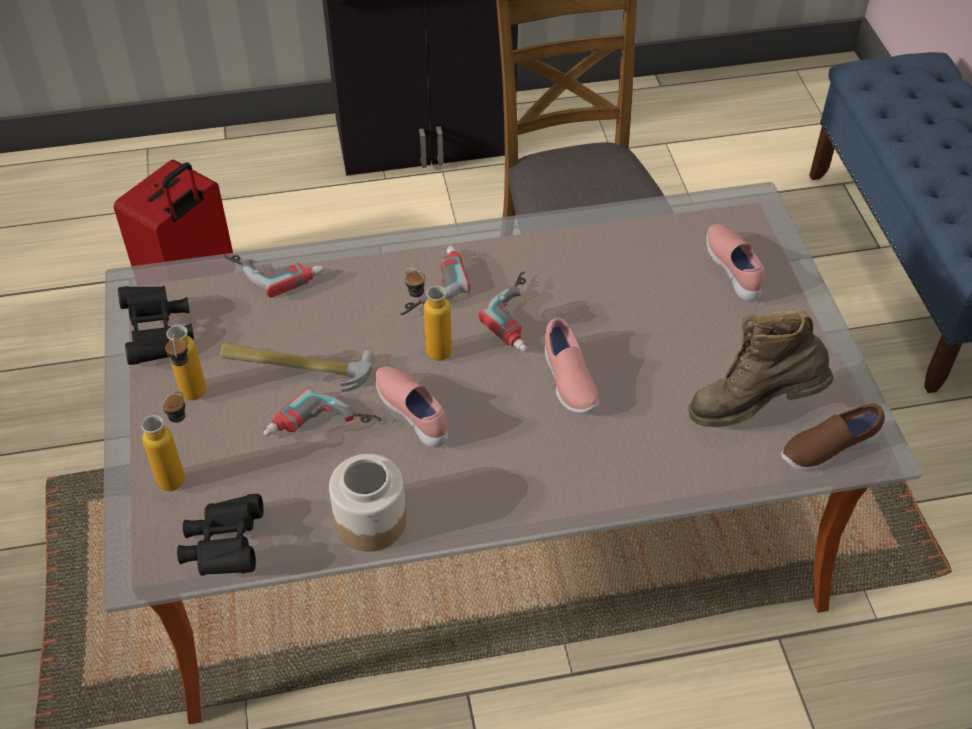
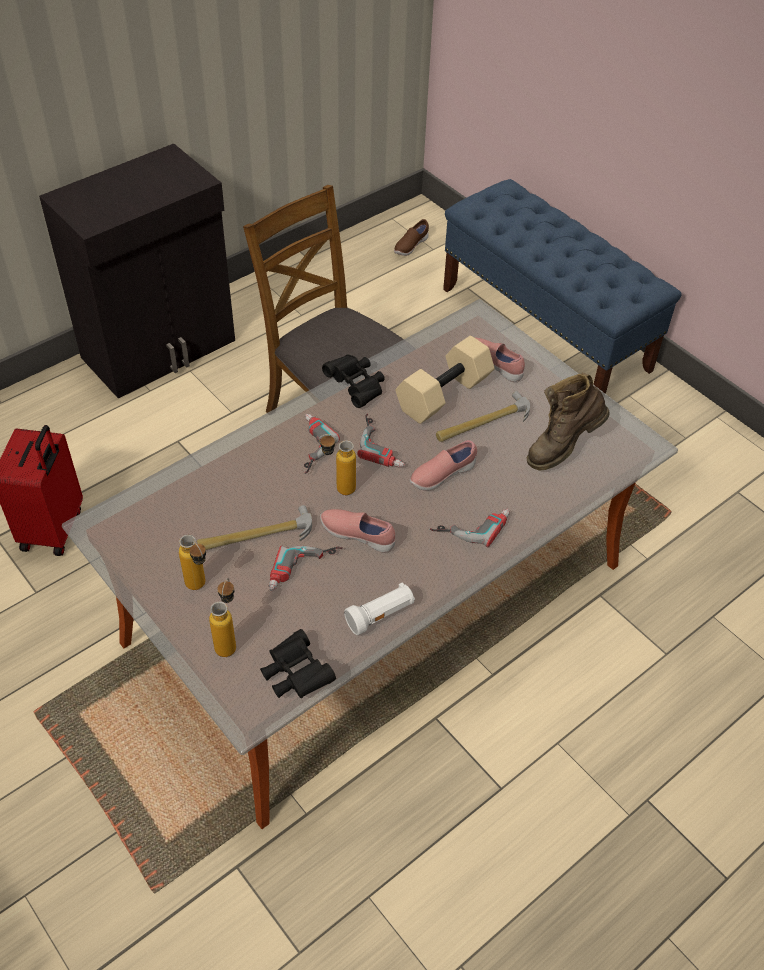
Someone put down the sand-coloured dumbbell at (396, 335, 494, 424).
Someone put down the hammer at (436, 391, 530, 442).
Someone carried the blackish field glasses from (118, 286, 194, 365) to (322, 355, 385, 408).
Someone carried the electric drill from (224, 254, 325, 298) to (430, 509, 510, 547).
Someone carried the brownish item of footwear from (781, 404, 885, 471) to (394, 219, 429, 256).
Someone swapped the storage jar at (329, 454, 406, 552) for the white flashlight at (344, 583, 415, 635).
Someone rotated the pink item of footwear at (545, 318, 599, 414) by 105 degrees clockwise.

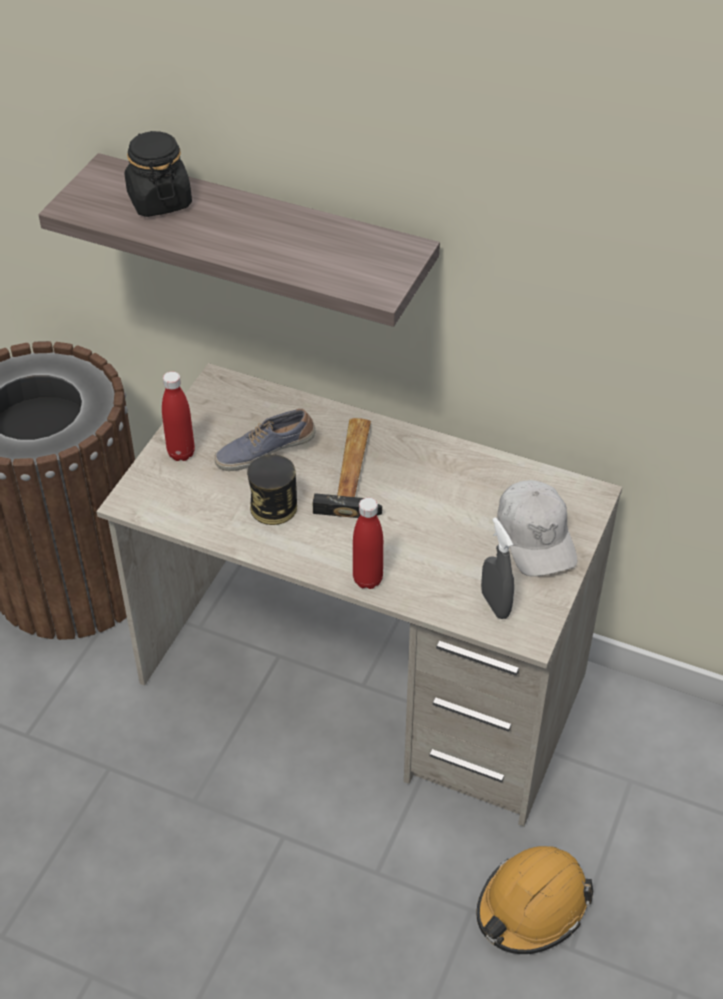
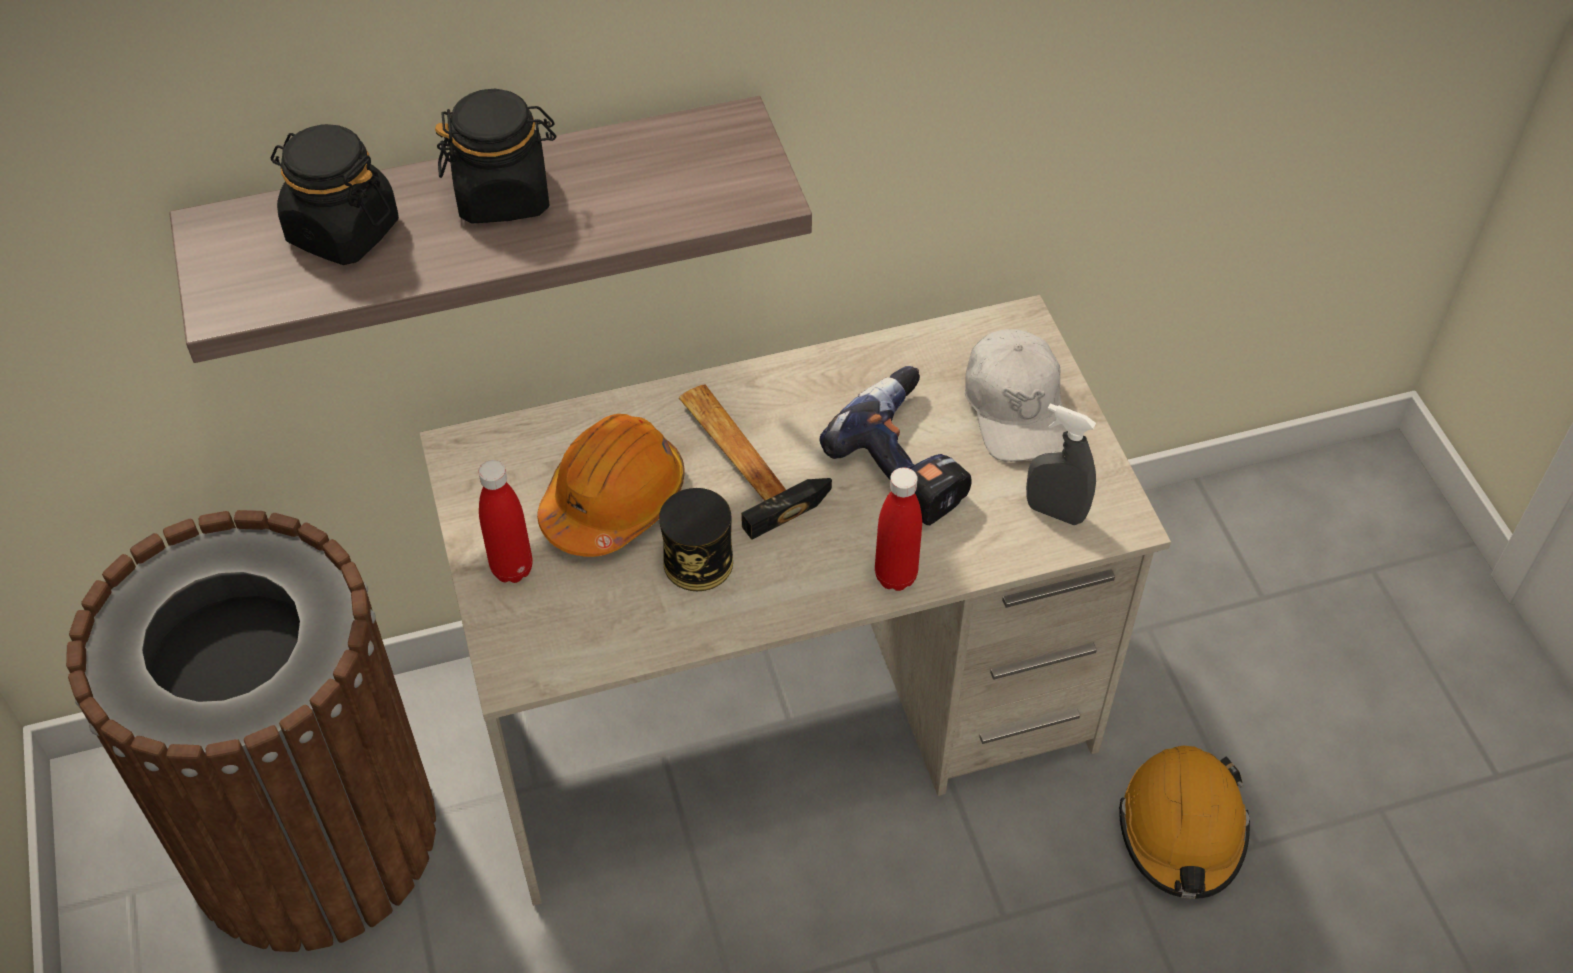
Someone put down the blackish storage jar at (435, 89, 556, 224).
Someone put down the electric drill at (819, 366, 972, 525).
Someone swapped the item of footwear at (214, 409, 316, 471) for the orange work helmet at (537, 414, 684, 557).
Someone rotated the white cap at (497, 480, 577, 577) by 45 degrees clockwise.

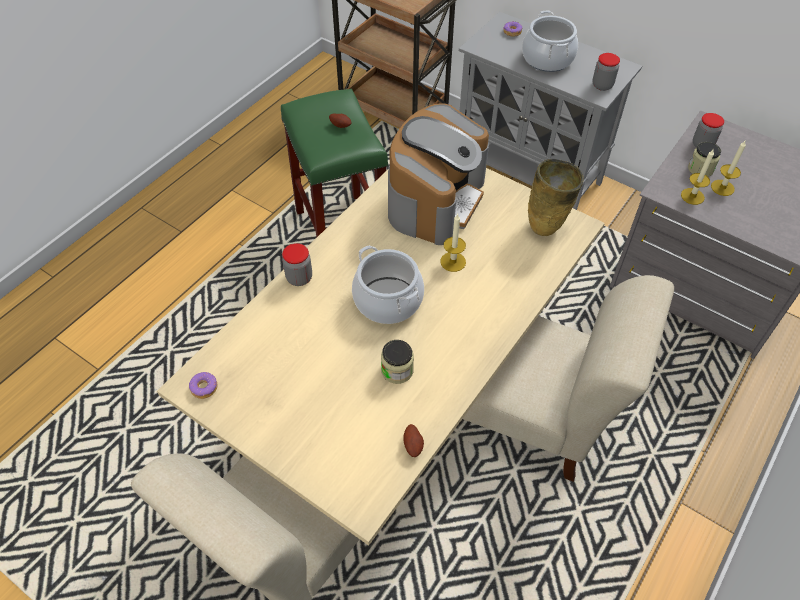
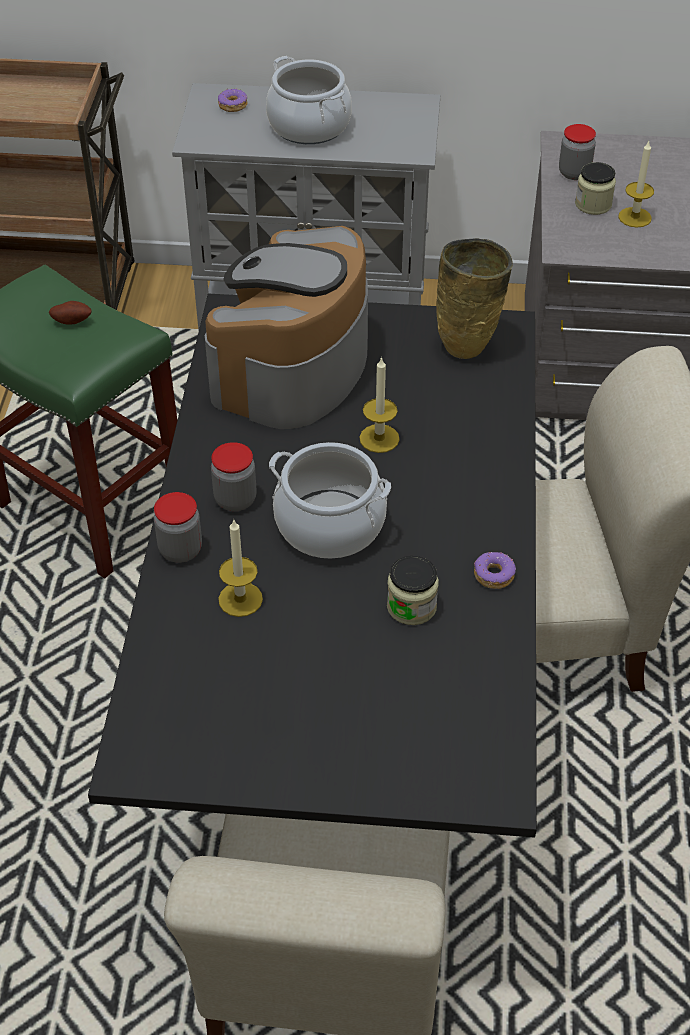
Someone took away the spud at (403, 424, 424, 457).
Someone carried the ring doughnut from (189, 372, 218, 399) to (474, 552, 516, 589).
Someone carried the storage jar from (592, 53, 620, 91) to (211, 442, 257, 511).
Someone carried the wax candle from (681, 150, 714, 205) to (218, 520, 263, 617).
Someone repainted the sand-coloured dinner table at (157, 168, 605, 546), which became the blackish dinner table at (88, 293, 537, 838).
Someone rotated the coffee machine at (388, 104, 489, 245) by 150 degrees counterclockwise.

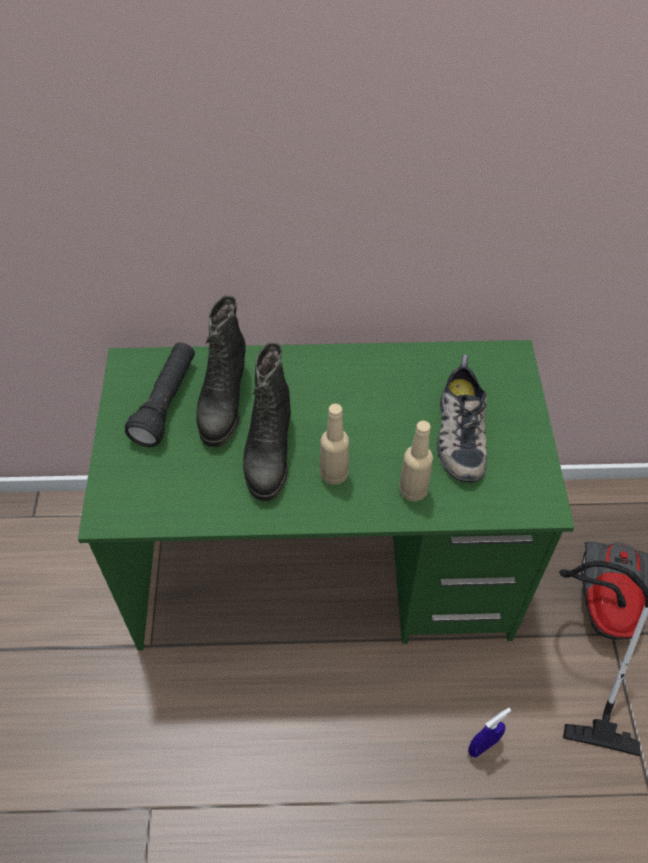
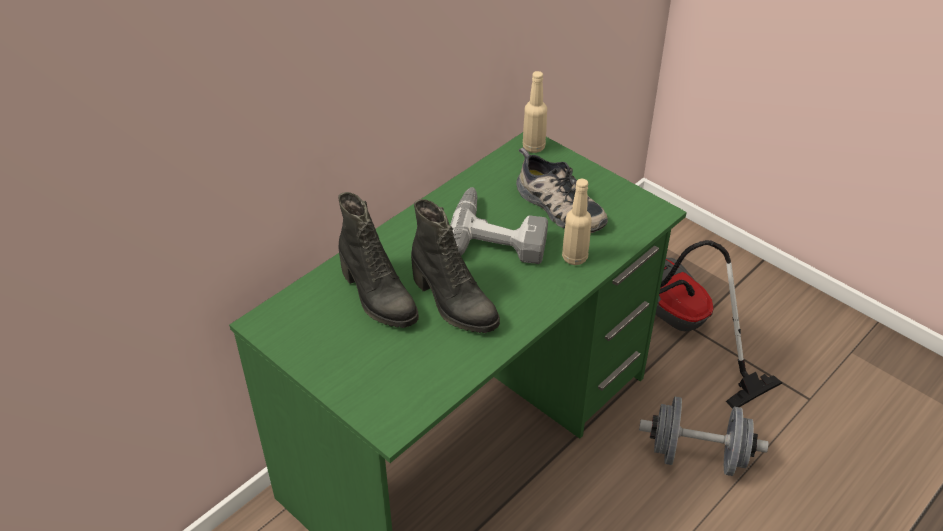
Someone took away the blackish flashlight at (125, 342, 195, 447).
Someone put down the electric drill at (450, 187, 548, 264).
Someone carried the sand-coloured beverage bottle from (320, 404, 349, 485) to (523, 71, 547, 153).
Someone swapped the blue-coloured sprayer at (468, 708, 511, 758) for the gray dumbbell at (639, 397, 768, 476).

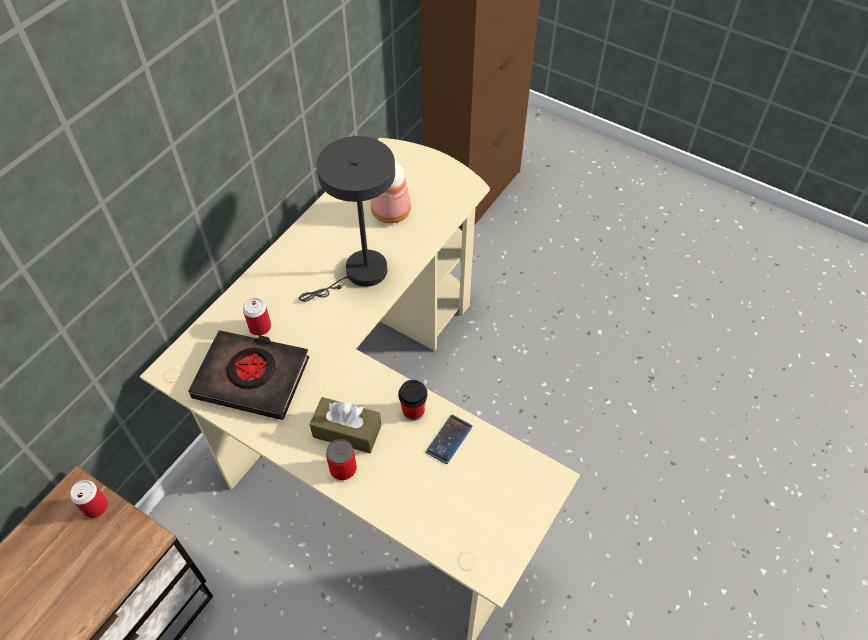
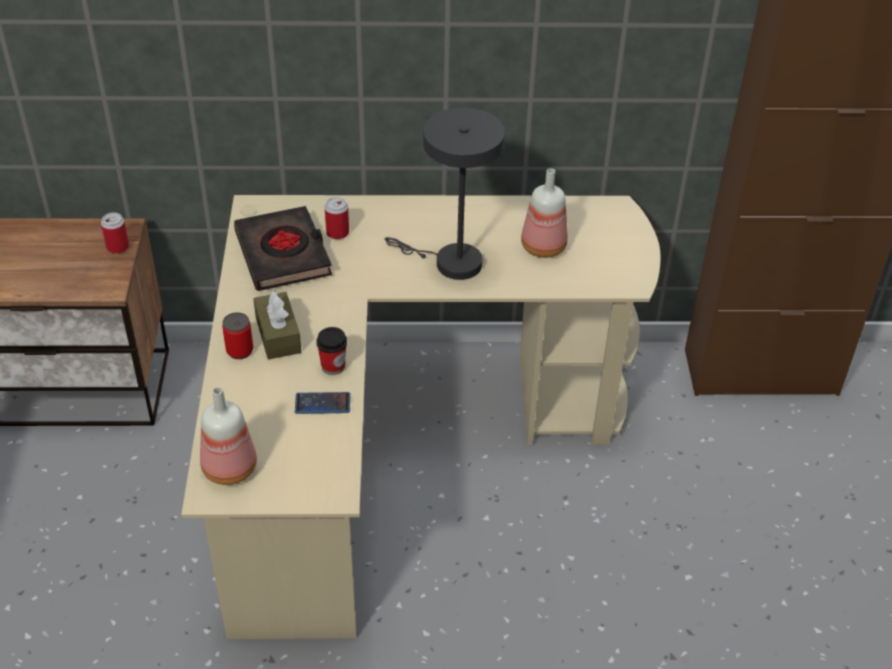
Someone put down the beverage bottle at (200, 387, 257, 485).

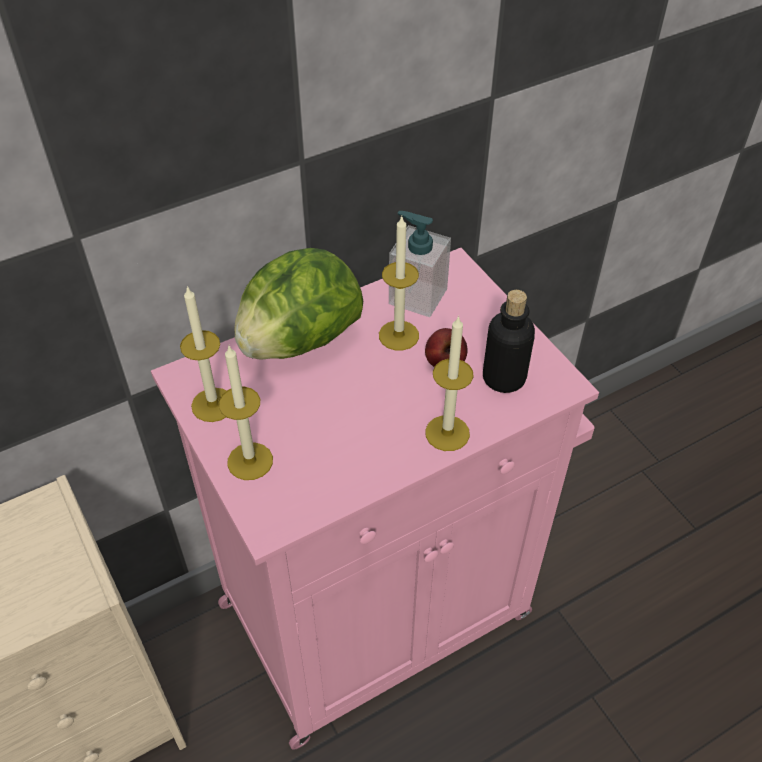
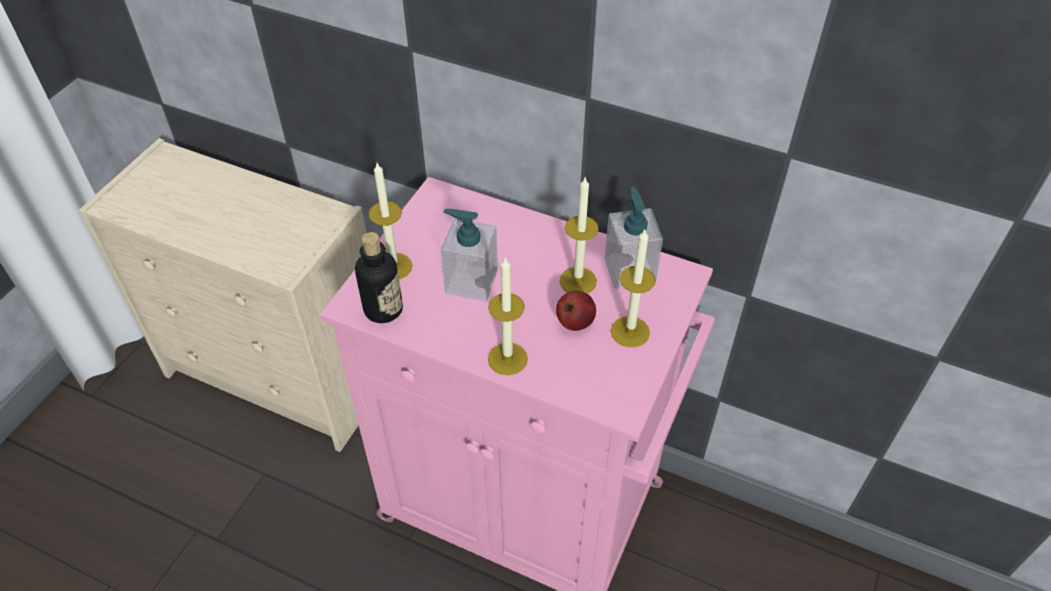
Someone took away the lettuce at (235, 248, 363, 360).
Someone put down the soap bottle at (441, 209, 498, 301).
Someone carried the wax candle from (180, 286, 227, 422) to (611, 230, 656, 347).
Someone carried the beverage bottle from (483, 290, 535, 393) to (355, 232, 403, 323).

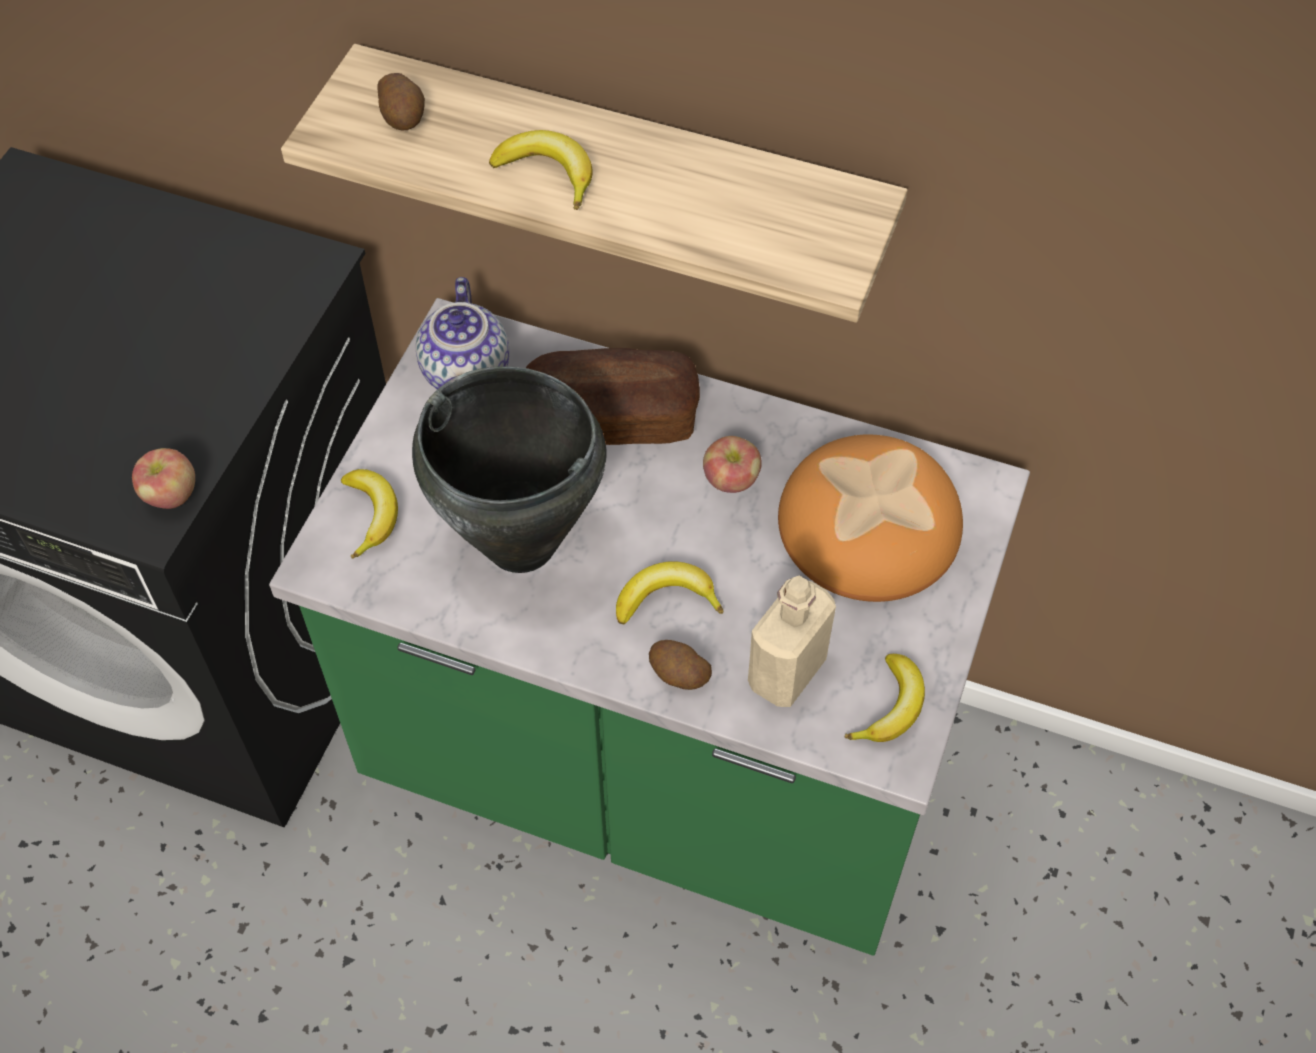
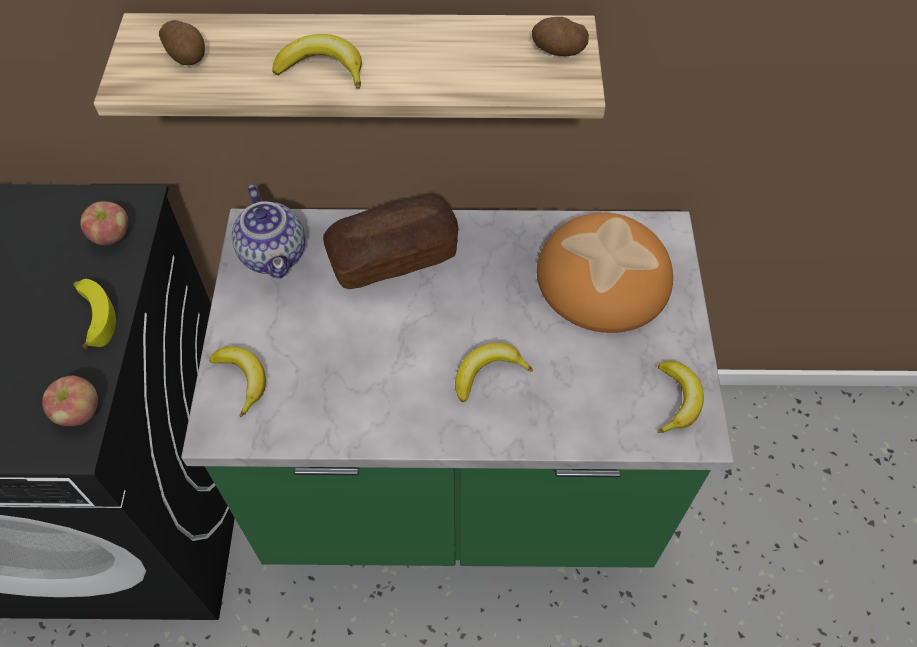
Someone took away the blackish cooking pot at (412, 366, 607, 573).
Someone took away the sand-coloured beverage bottle at (748, 576, 836, 707).
Someone put down the banana fruit at (74, 279, 116, 349).
Someone carried the spud from (649, 640, 712, 690) to (532, 17, 589, 56).
Someone carried the whole apple from (703, 436, 762, 493) to (80, 201, 129, 245).

